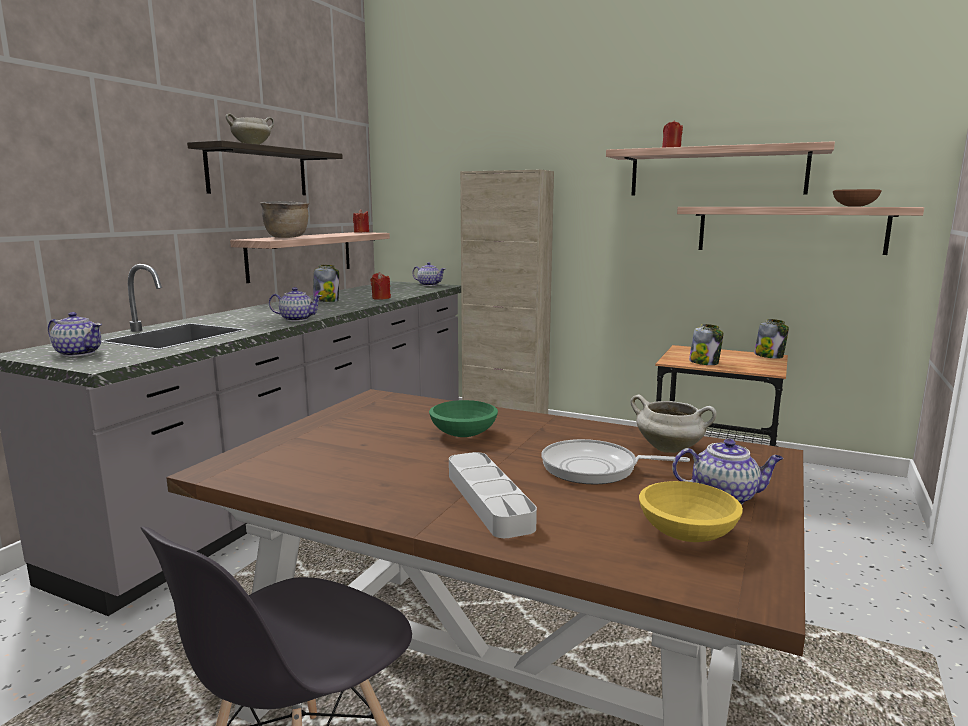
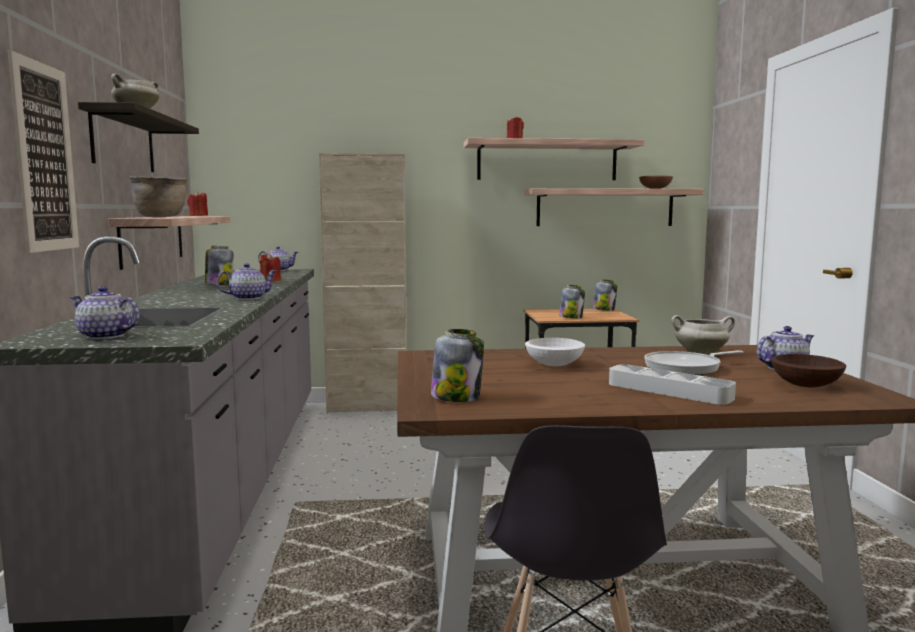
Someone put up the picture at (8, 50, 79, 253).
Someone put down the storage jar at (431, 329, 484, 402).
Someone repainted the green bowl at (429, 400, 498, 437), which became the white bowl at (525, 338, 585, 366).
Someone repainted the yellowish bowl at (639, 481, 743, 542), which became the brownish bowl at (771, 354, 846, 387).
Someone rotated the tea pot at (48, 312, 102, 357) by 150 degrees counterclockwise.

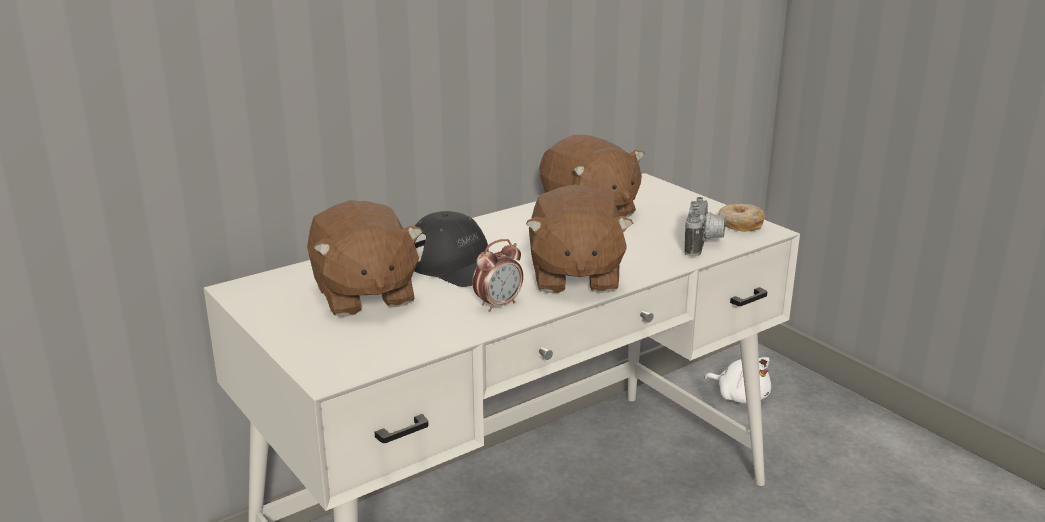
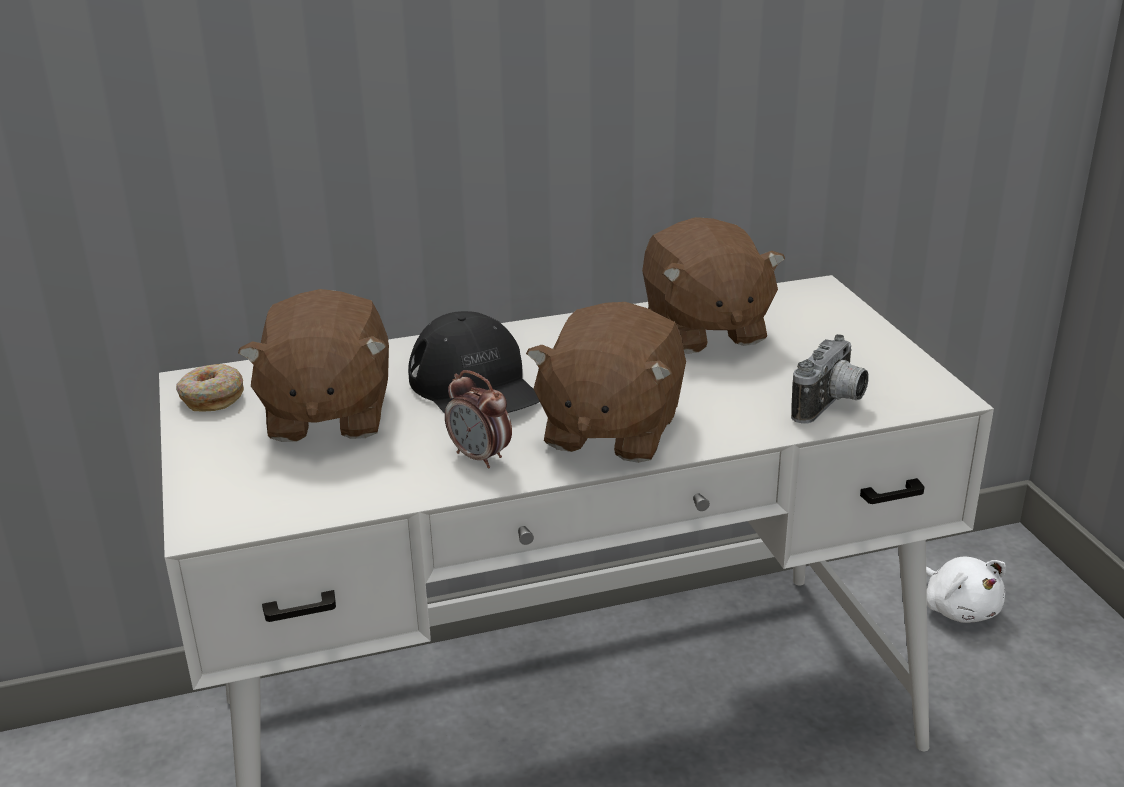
Someone carried the ring doughnut from (718, 204, 766, 232) to (176, 364, 244, 412).
Someone rotated the bedside clock at (472, 239, 523, 312) by 60 degrees clockwise.

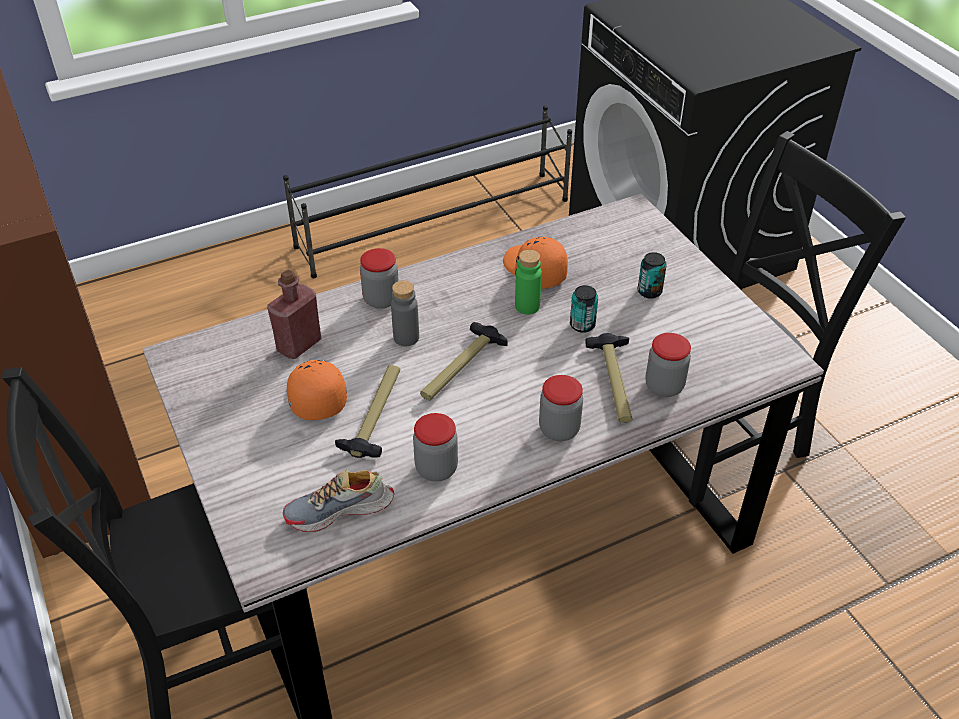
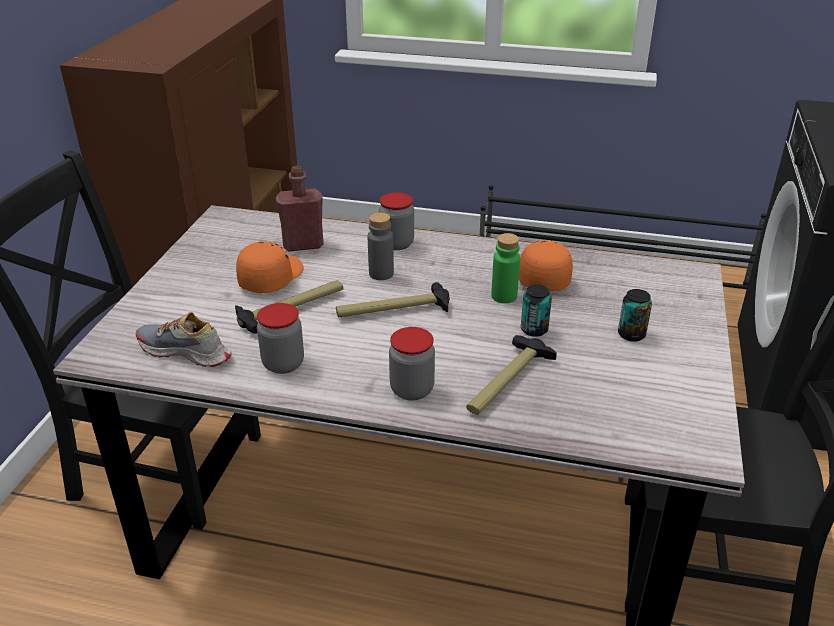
Someone took away the storage jar at (645, 333, 691, 397).

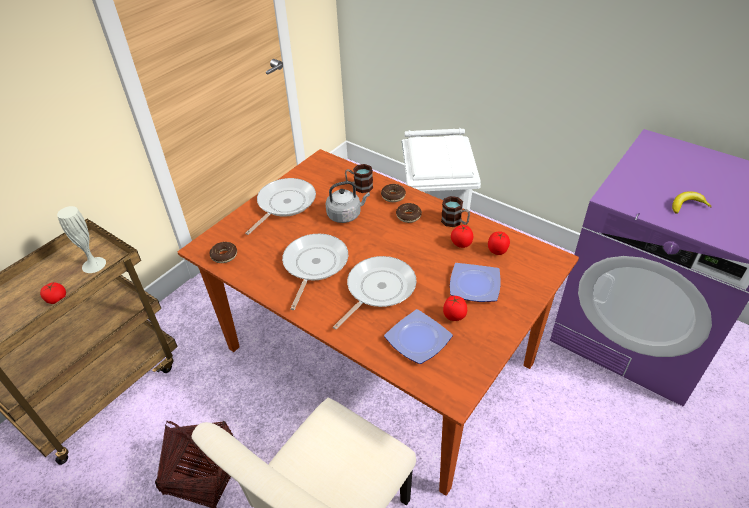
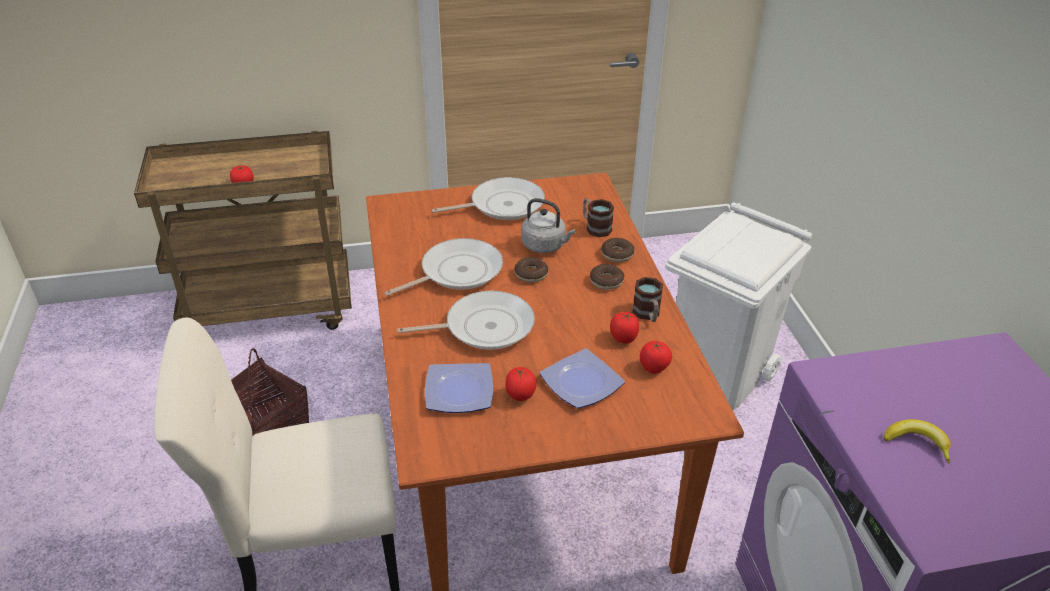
Someone took away the white vase at (57, 206, 106, 273).
Someone carried the ring doughnut from (210, 242, 237, 263) to (514, 257, 548, 282).

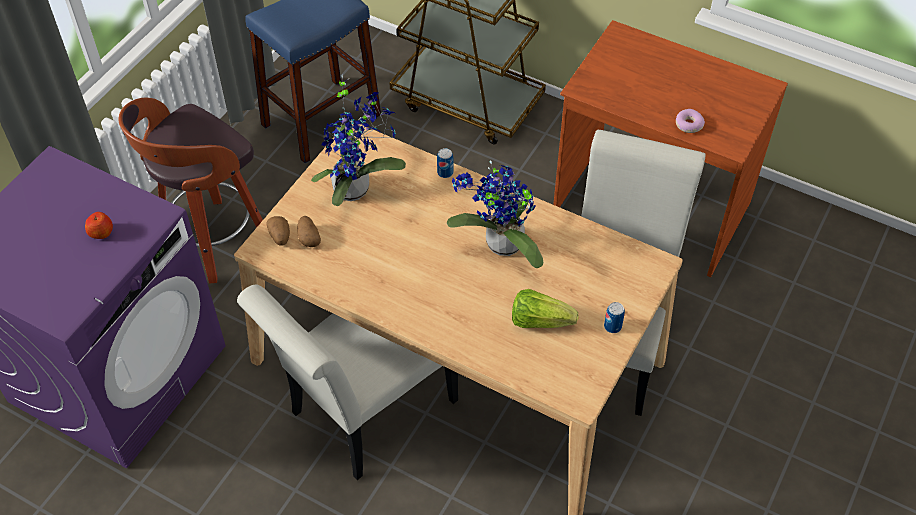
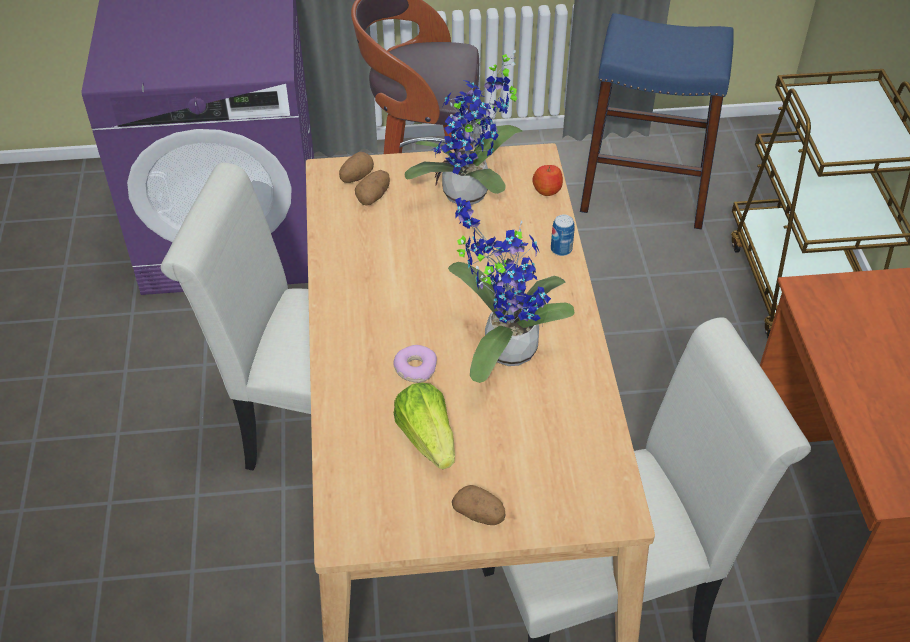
Someone carried the whole apple from (85, 212, 113, 239) to (532, 165, 563, 196).
Someone carried the ring doughnut from (676, 109, 705, 133) to (393, 345, 437, 383).
Someone swapped the can at (604, 302, 625, 333) for the spud at (452, 485, 506, 525).

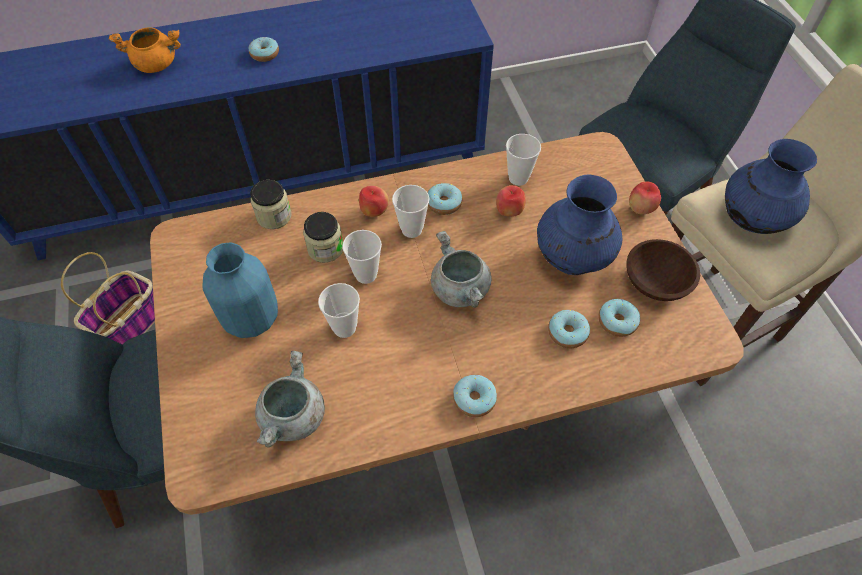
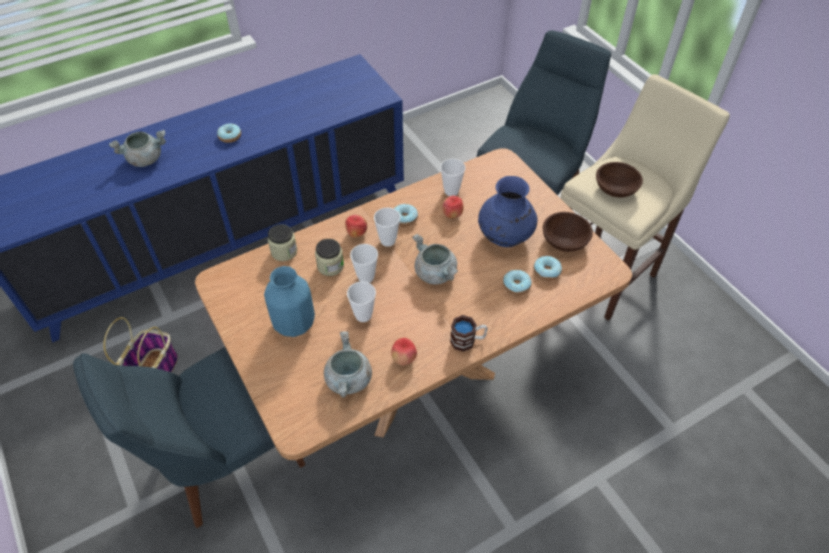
Someone carried the whole apple from (629, 182, 661, 215) to (391, 338, 417, 366).
Someone swapped the ring doughnut at (453, 375, 497, 417) for the tea mug at (450, 315, 488, 352).
Someone swapped the blue-coloured vase at (725, 139, 817, 234) for the brownish bowl at (596, 162, 643, 198).
Someone repainted the orange cooking pot at (109, 27, 181, 73), which became the gray cooking pot at (109, 130, 166, 167).

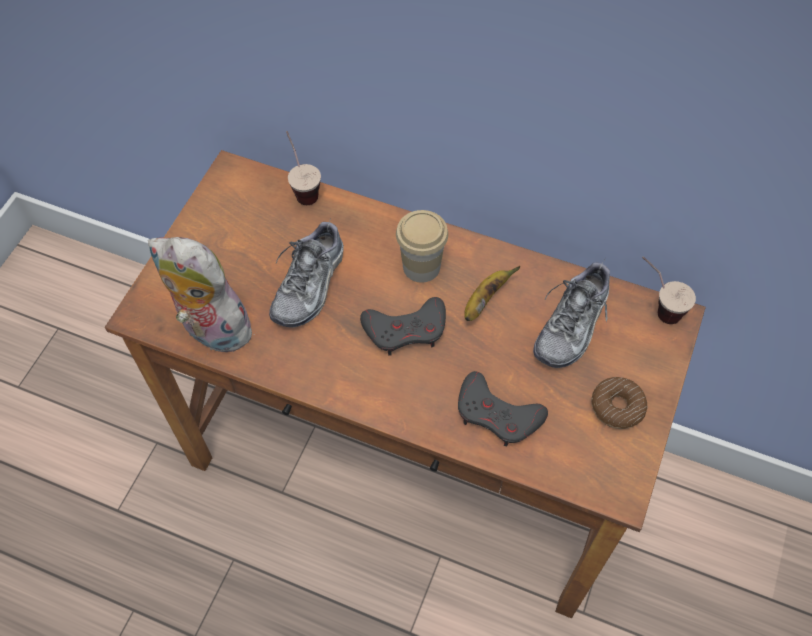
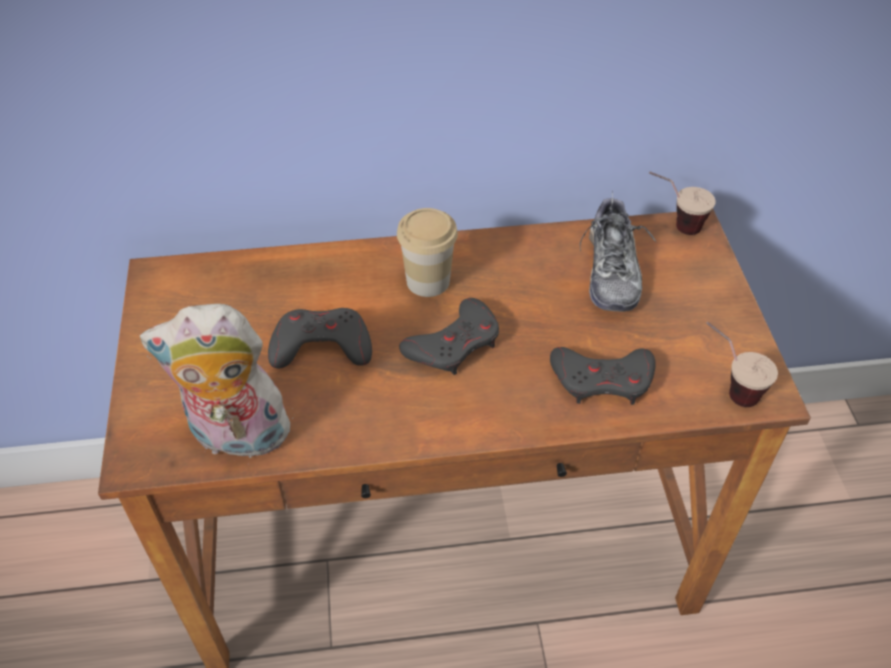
Someone took away the banana fruit at (464, 266, 521, 321).
Someone took away the ring doughnut at (591, 377, 648, 429).
Someone carried the cup from (286, 131, 321, 205) to (706, 322, 778, 407).
Someone swapped the item of footwear at (269, 217, 344, 328) for the gray gamepad at (268, 308, 372, 368).

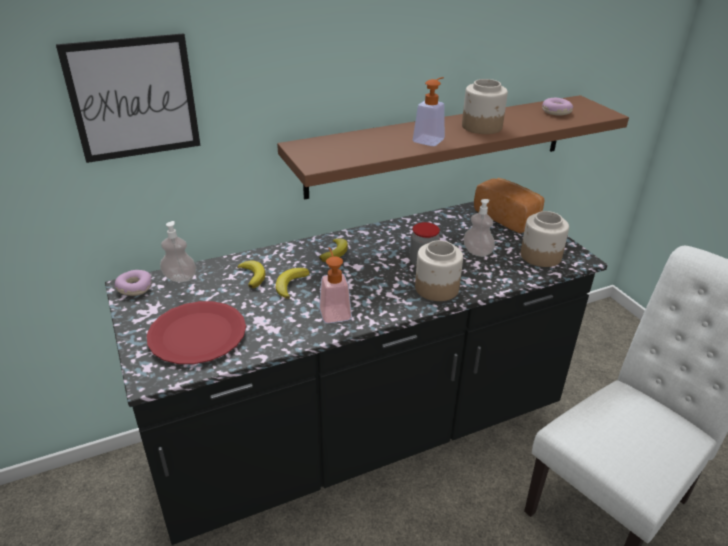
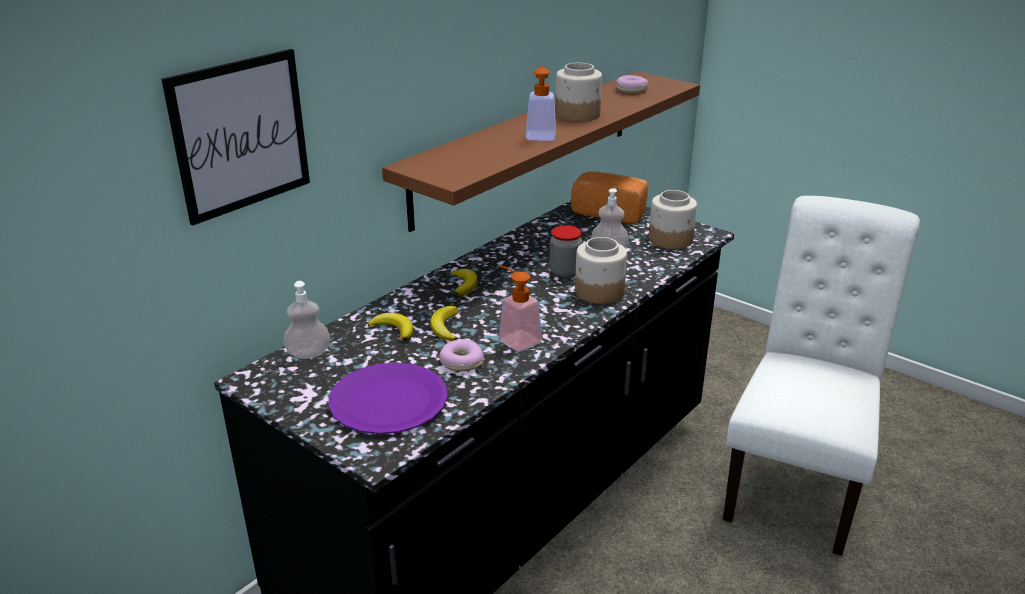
Someone carried the ring doughnut from (115, 270, 152, 296) to (440, 339, 484, 371).
Someone repainted the reddish flat dish at (147, 301, 246, 364), which became the purple-coloured flat dish at (328, 362, 448, 434).

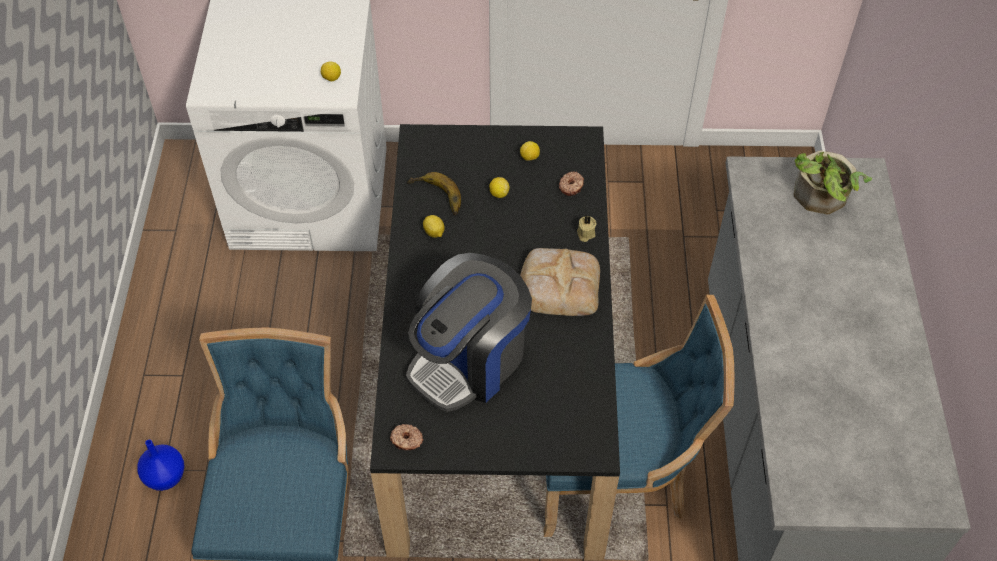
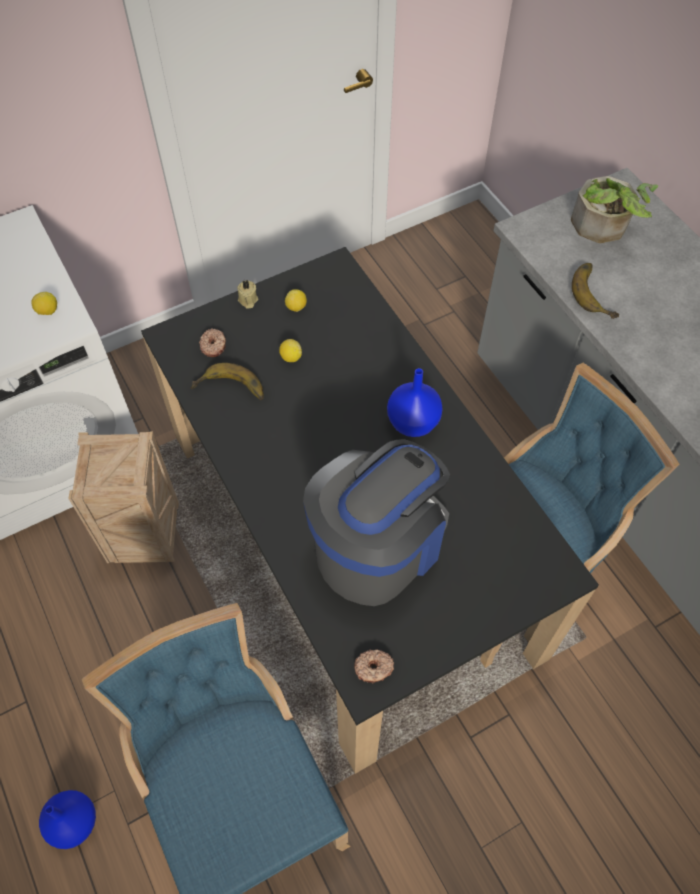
Someone took away the citrus fruit at (423, 215, 444, 238).
Someone put down the crate at (68, 431, 179, 563).
Someone put down the banana fruit at (572, 263, 619, 319).
Someone carried the ring doughnut from (559, 171, 584, 196) to (199, 329, 226, 357).
Someone carried the sand-coloured wax candle from (577, 215, 597, 242) to (237, 280, 258, 309).
Someone swapped the bread at (520, 248, 600, 316) for the blue-coloured vase at (387, 368, 443, 437).
Someone rotated the coffee machine at (406, 253, 532, 412) by 150 degrees counterclockwise.

